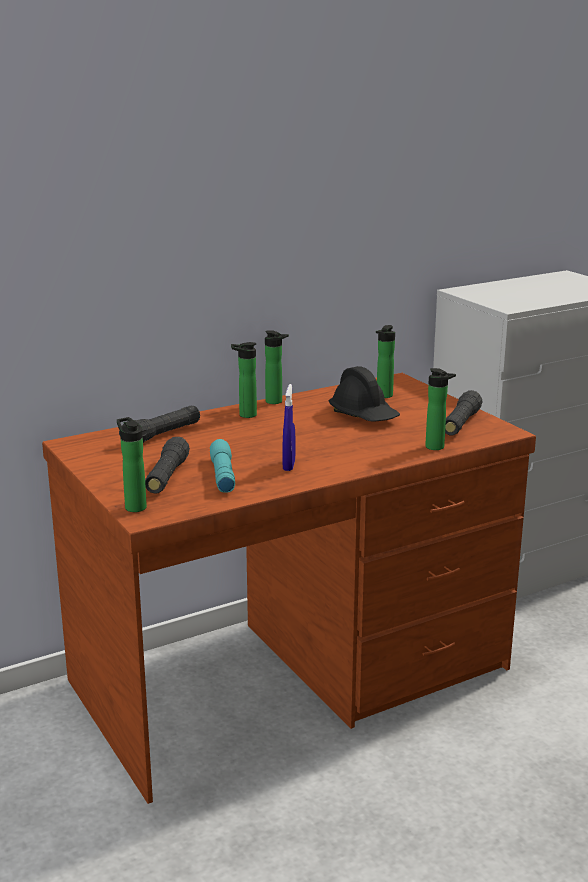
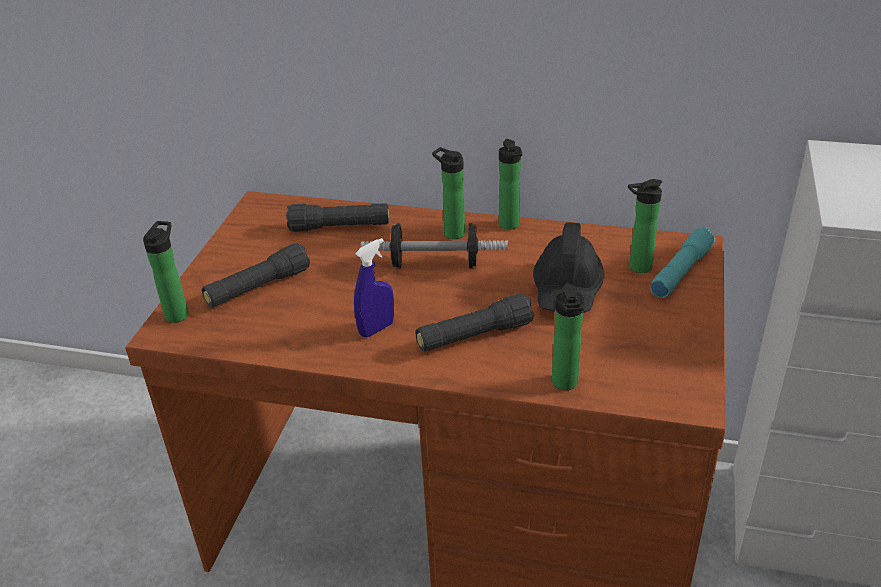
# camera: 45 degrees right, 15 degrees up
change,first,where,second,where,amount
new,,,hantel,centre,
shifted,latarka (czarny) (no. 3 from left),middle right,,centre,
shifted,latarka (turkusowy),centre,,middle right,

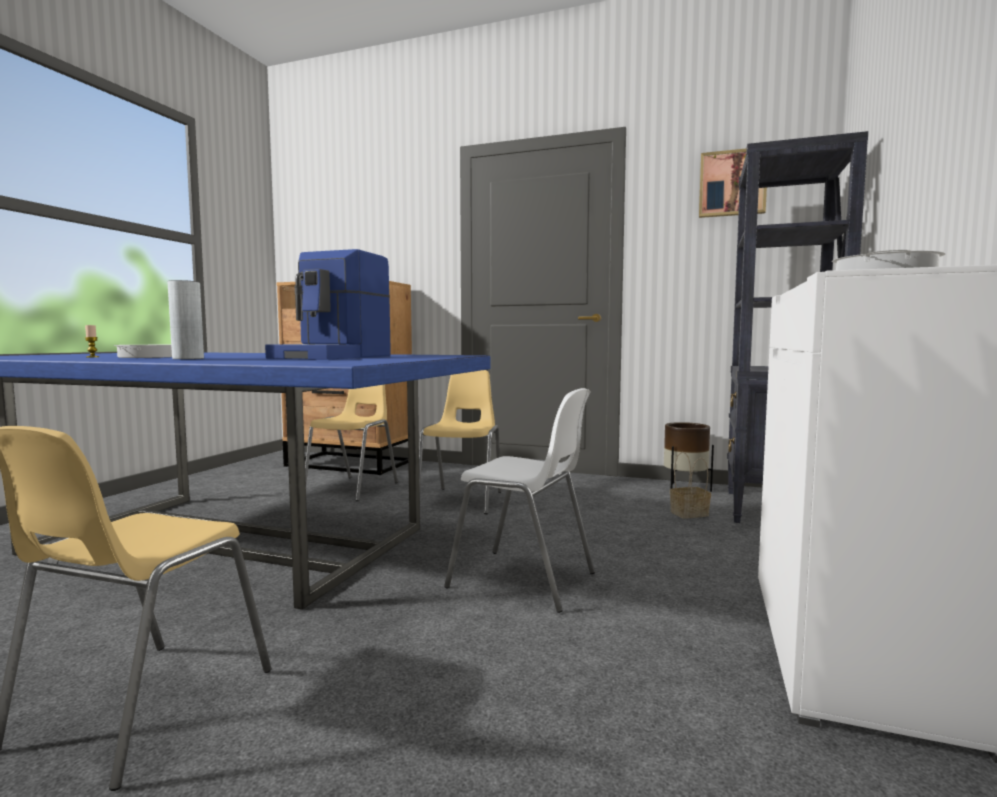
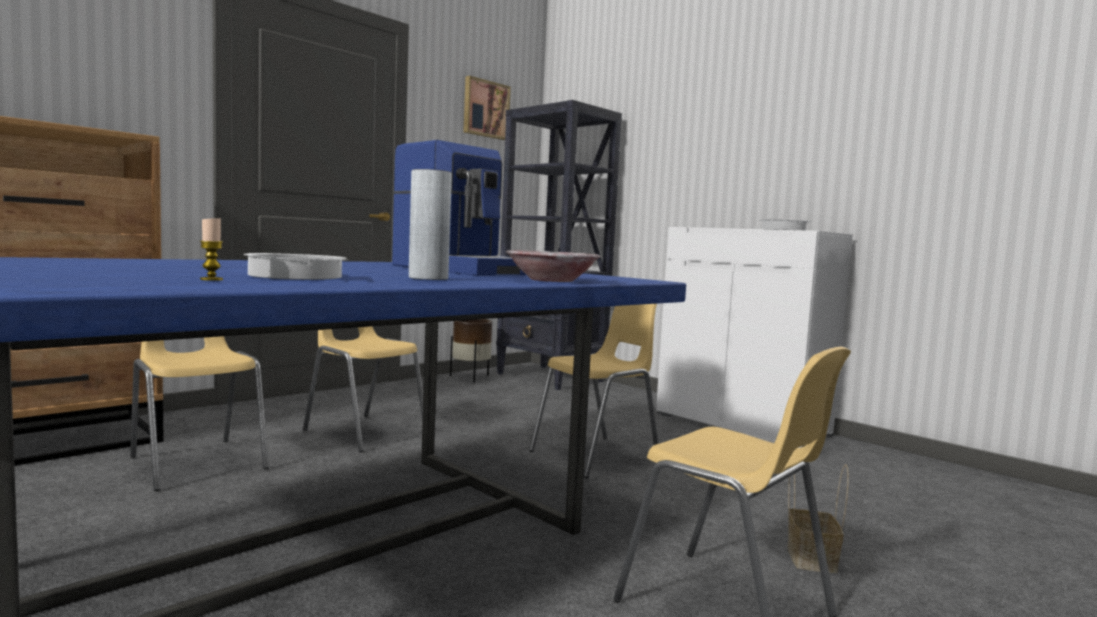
# camera: 65 degrees left, 0 degrees up
change,first,where,second,where,amount
new,,,miska,centre,
repainted,krzesło (biały),centre,krzesło (żółty) (no. 3 from left),centre,
shifted,koszyk,middle right,,bottom right,

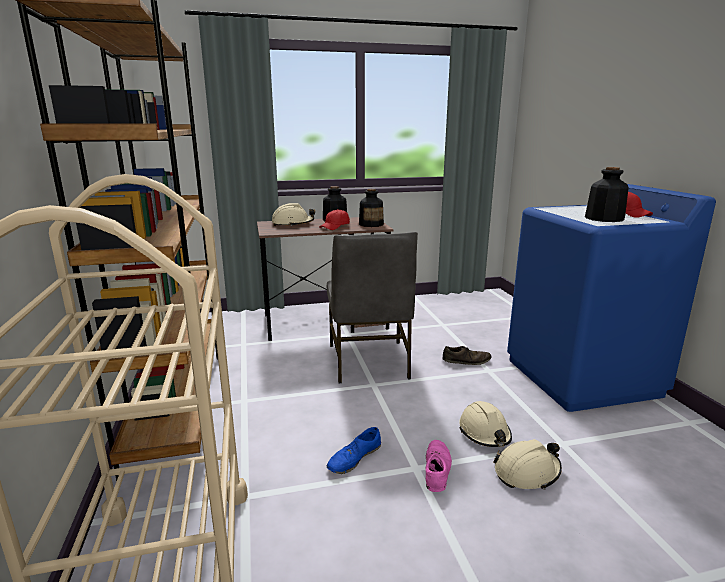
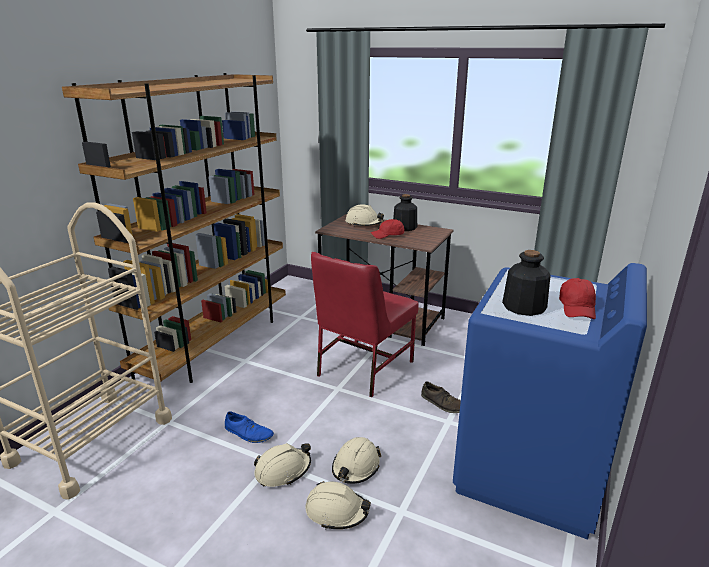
# camera: 40 degrees right, 5 degrees up
change,first,where,second,where,amount
rotated,but (niebieski),bottom centre,,bottom centre,150 degrees counterclockwise
swapped,but (różowy),bottom centre,kask (beżowy) (no. 1 from left),bottom centre,
repainted,krzesło (szary),centre,krzesło (czerwony),centre,
gone,butelka (no. 2 from left),centre,,,

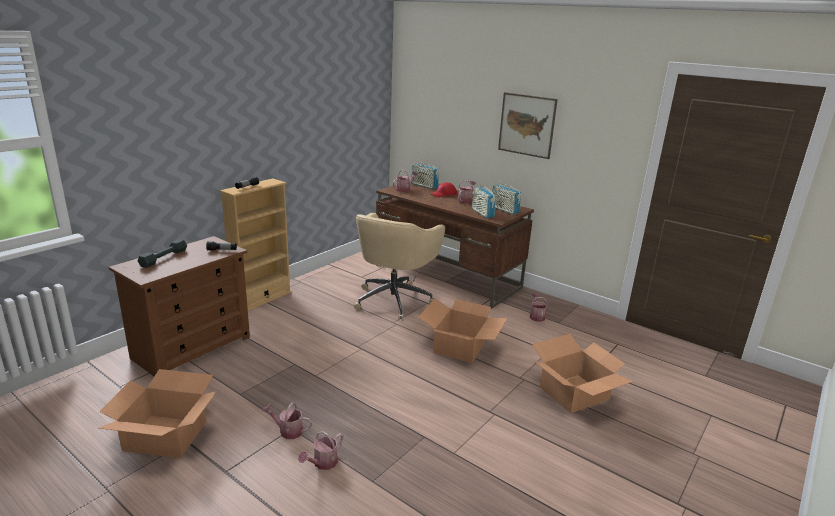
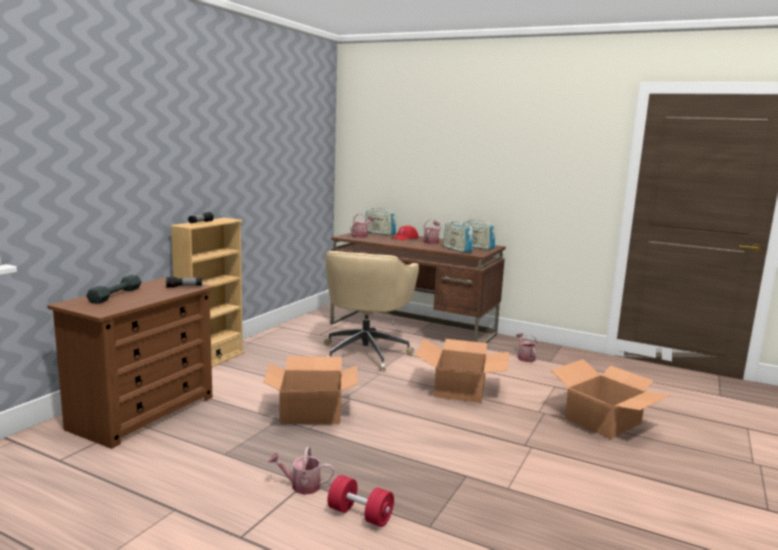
# camera: 10 degrees left, 10 degrees down
change,first,where,second,where,amount
shifted,karton (no. 1 from left),bottom left,,bottom centre,
swapped,konewka (no. 2 from left),bottom centre,hantel (czerwony),bottom centre,
gone,obraz,top centre,,,

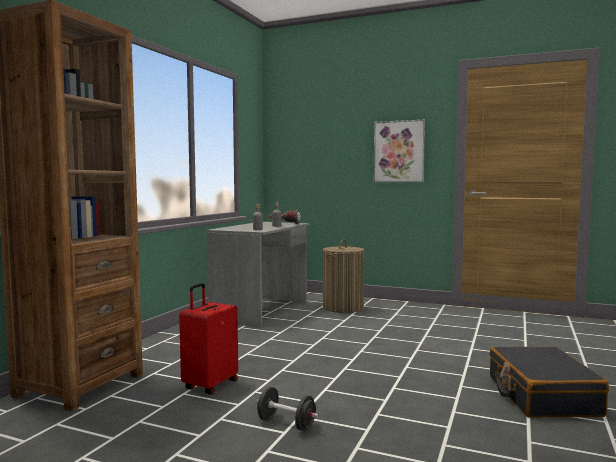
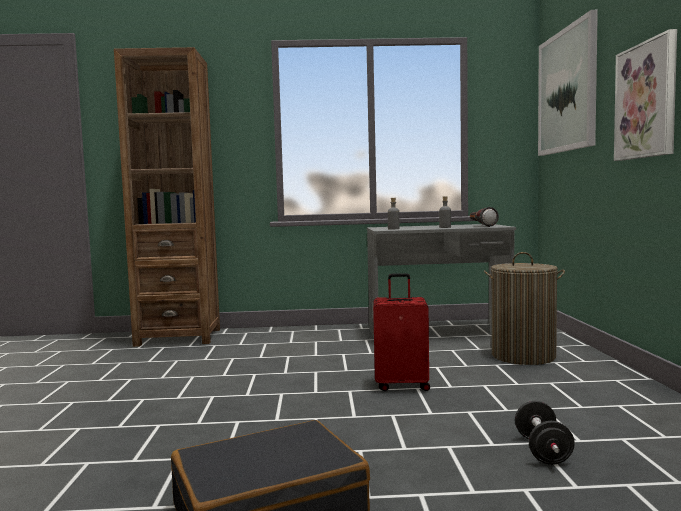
# camera: 65 degrees right, 0 degrees up
change,first,where,second,where,amount
shifted,walizka (czerwony),bottom centre,,centre,
shifted,hantel (czarny),bottom centre,,bottom right,
new,,,obraz (no. 1 from left),top right,

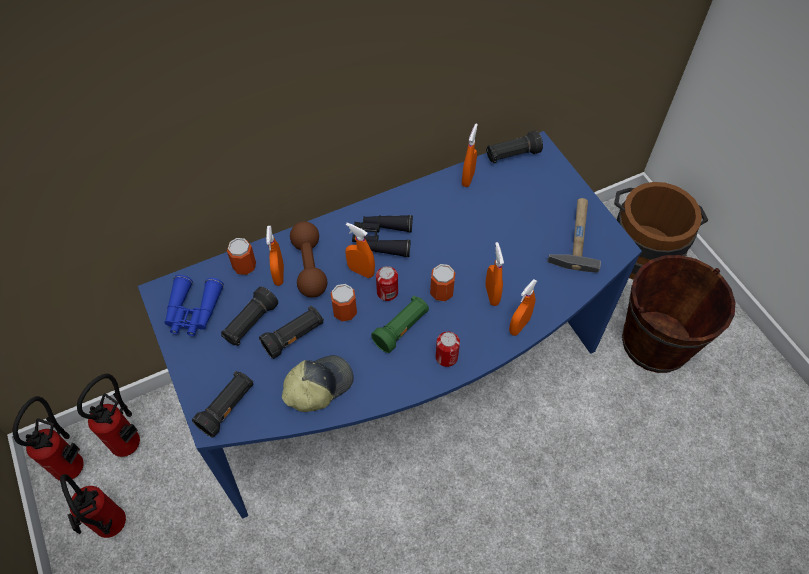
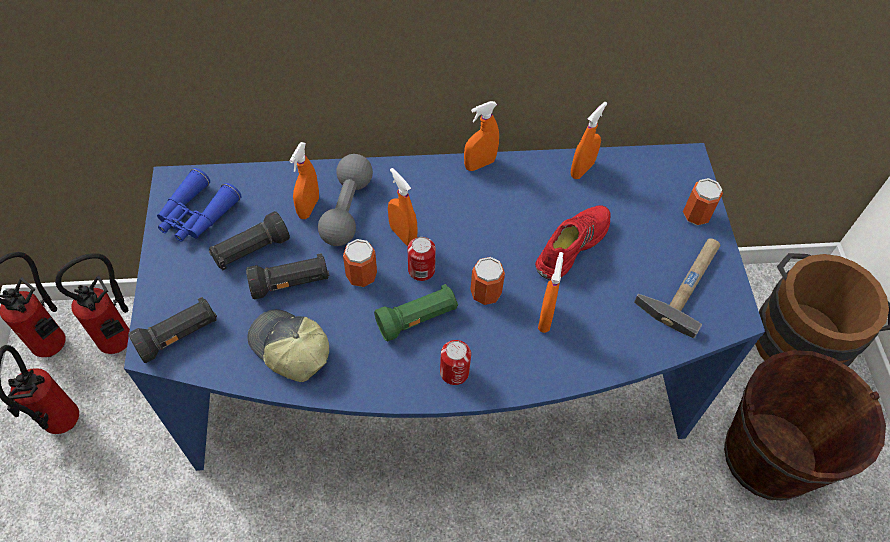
# camera: 20 degrees right, 0 degrees up
change,first,where,second,where,amount
rotated,czapka z daszkiem,bottom centre,,middle left,120 degrees counterclockwise
repainted,hantel (brązowy),centre,hantel (szary),centre,
shifted,spryskiwacz (pomarańczowy) (no. 5 from left in the first image),centre,spryskiwacz (pomarańczowy) (no. 3 from left),top centre,
new,,,but (czerwony),centre,
shifted,puszka (no. 1 from left in the first image),middle left,puszka (no. 5 from left),middle right,
gone,lornetka (czarny),centre,,,
gone,latarka (czarny) (no. 4 from left),top centre,,,

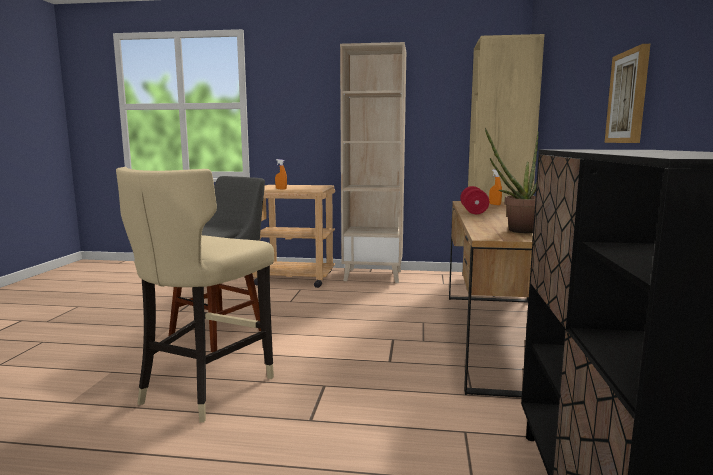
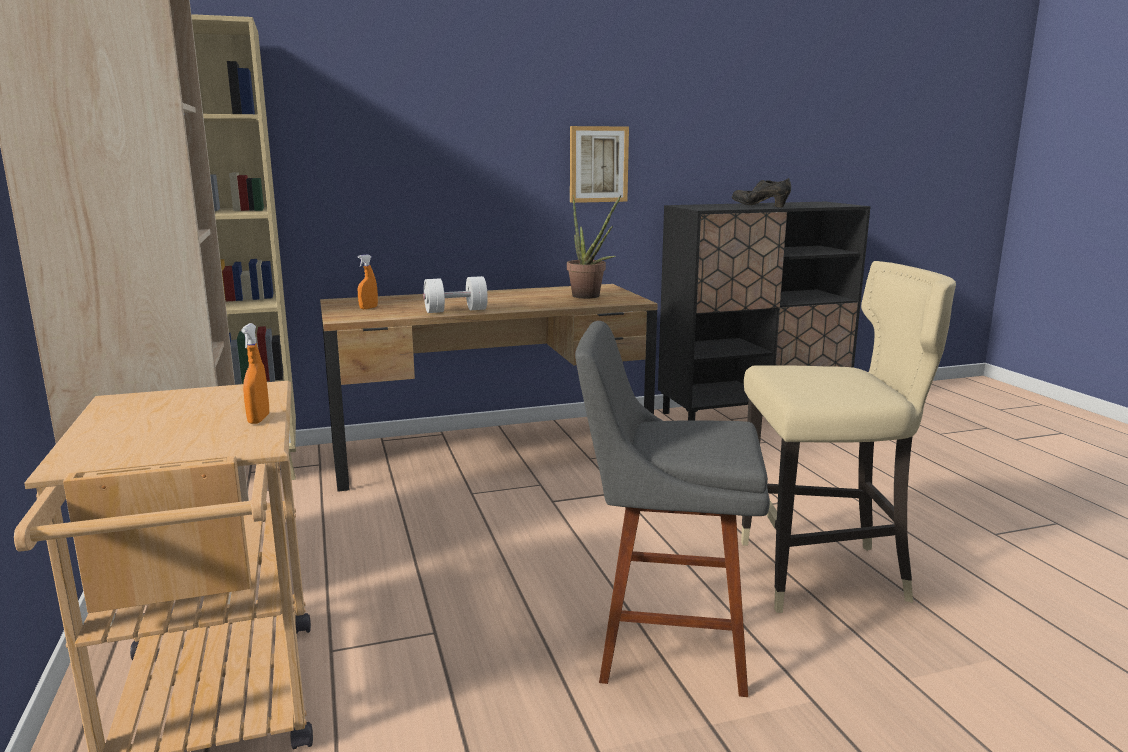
# camera: 115 degrees left, 5 degrees up
change,first,where,second,where,amount
repainted,hantel (czerwony),centre,hantel (biały),centre,
new,,,but (czarny),top right,

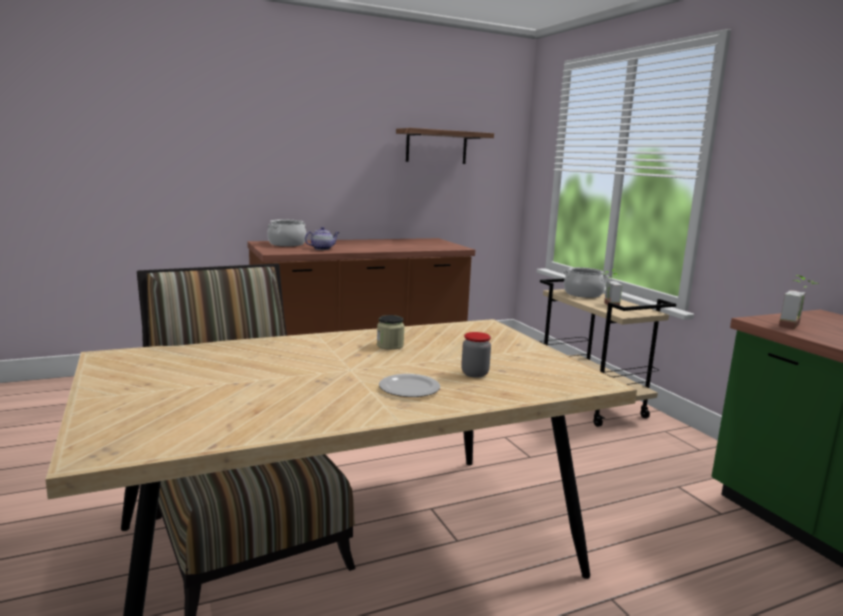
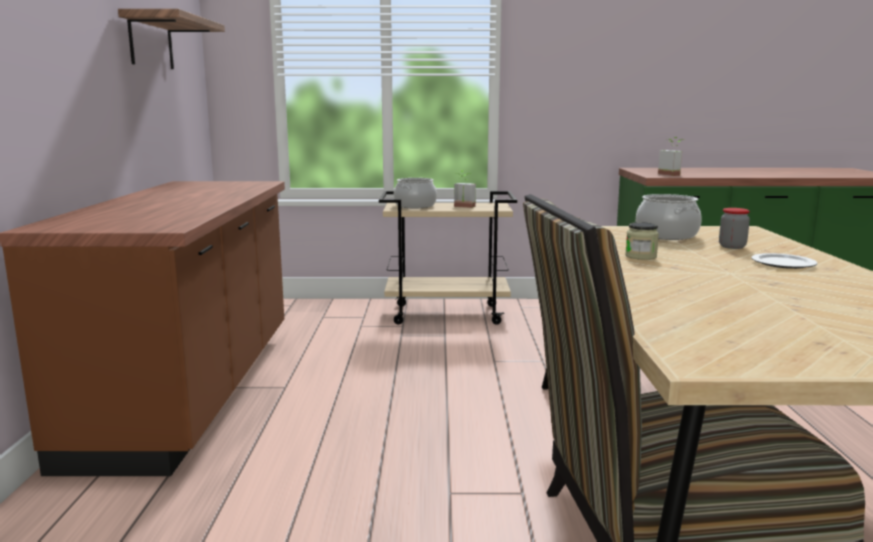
# camera: 65 degrees left, 0 degrees up
change,first,where,second,where,amount
shifted,garnek (no. 1 from left in the first image),centre,garnek (no. 2 from left),middle right,
gone,imbryk,centre,,,

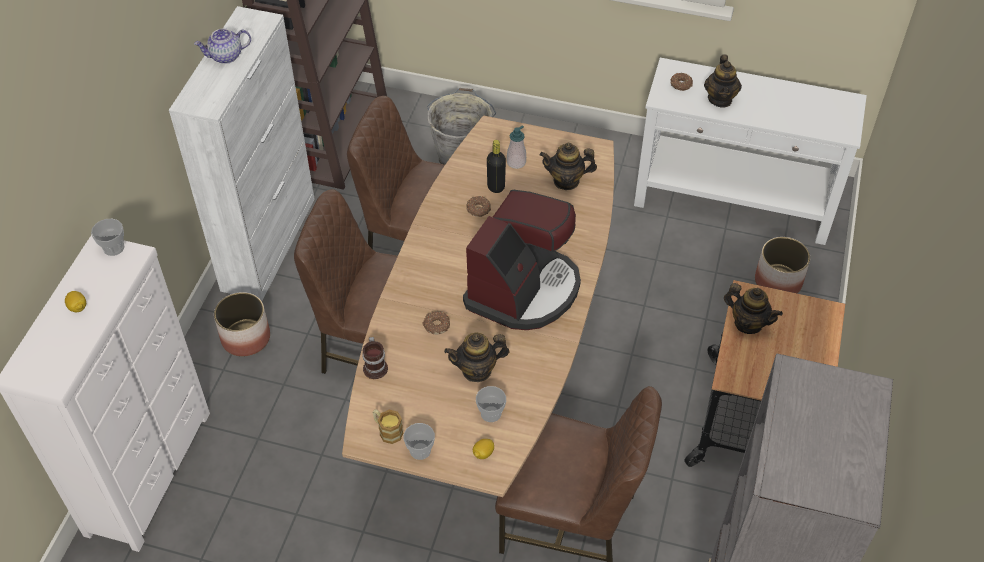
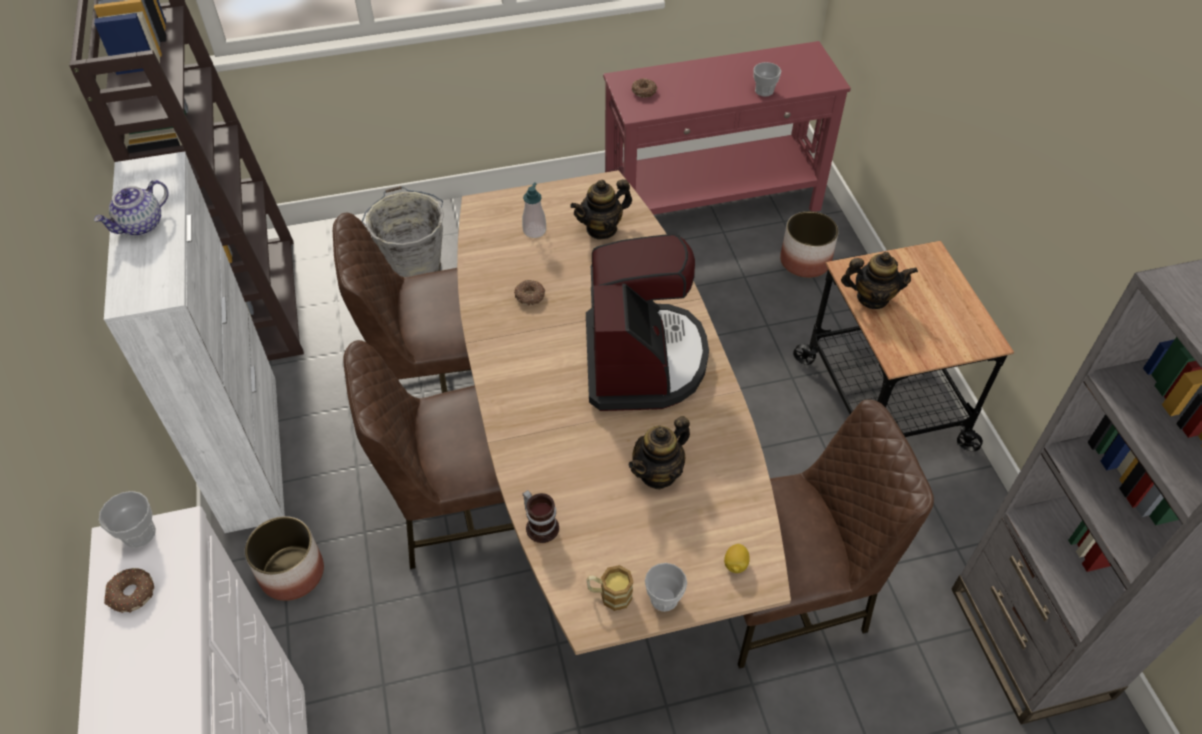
# camera: 30 degrees left, 0 degrees up
change,first,where,second,where,amount
shifted,donut (no. 1 from left),centre,,bottom left,
repainted,stolik konsolowy (biały),top right,stolik konsolowy (czerwony),top centre,
shifted,filiżanka (no. 3 from left),bottom centre,,top centre,
gone,cytryna (no. 1 from left),middle left,,,
gone,butelka (czarny),top centre,,,
gone,imbryk (no. 4 from left),top right,,,

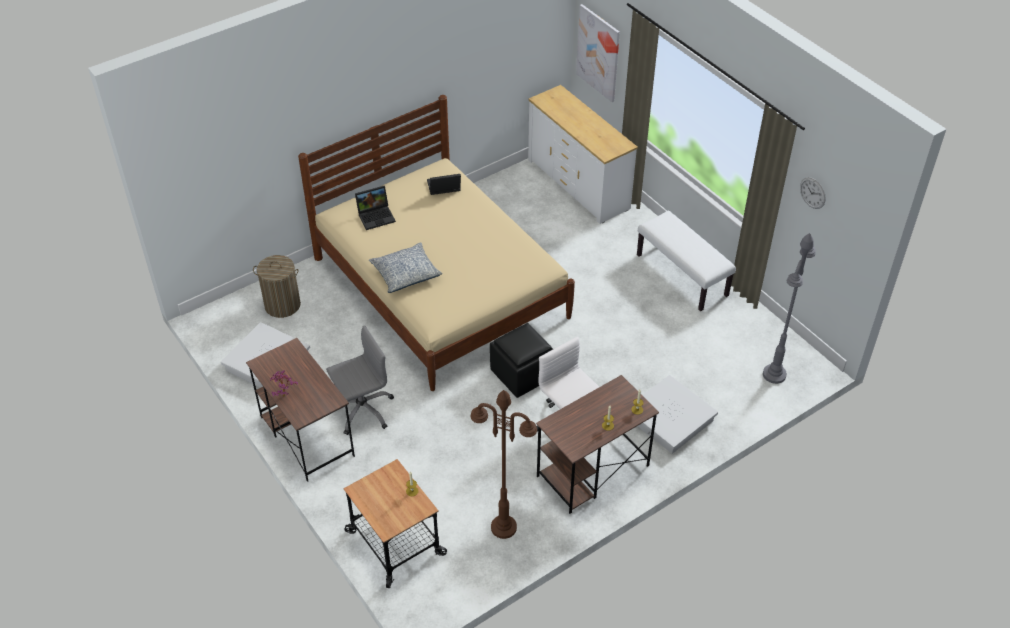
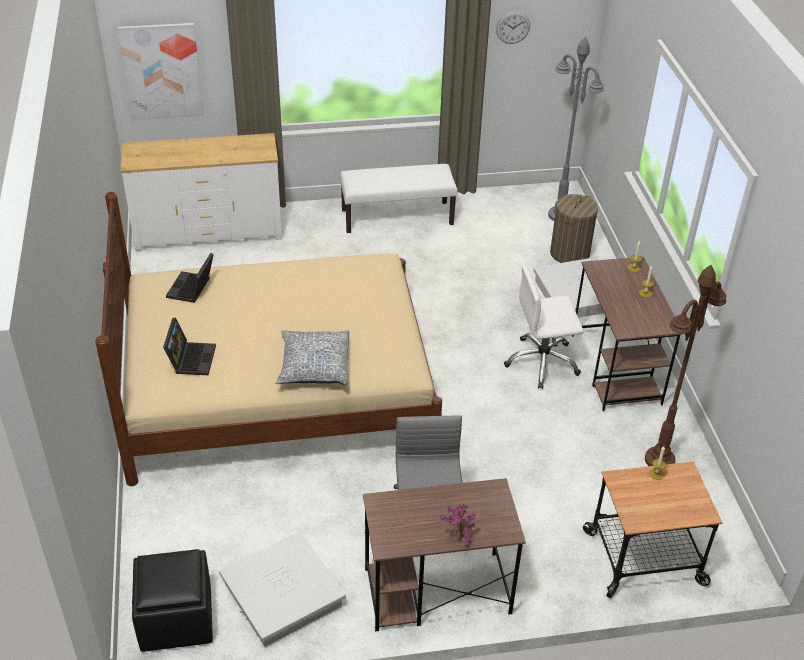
# camera: 65 degrees left, 5 degrees down
change,first,where,second,where,amount
shifted,pufa (czarny),centre,,bottom left,
shifted,kosz na pranie,middle left,,middle right,

